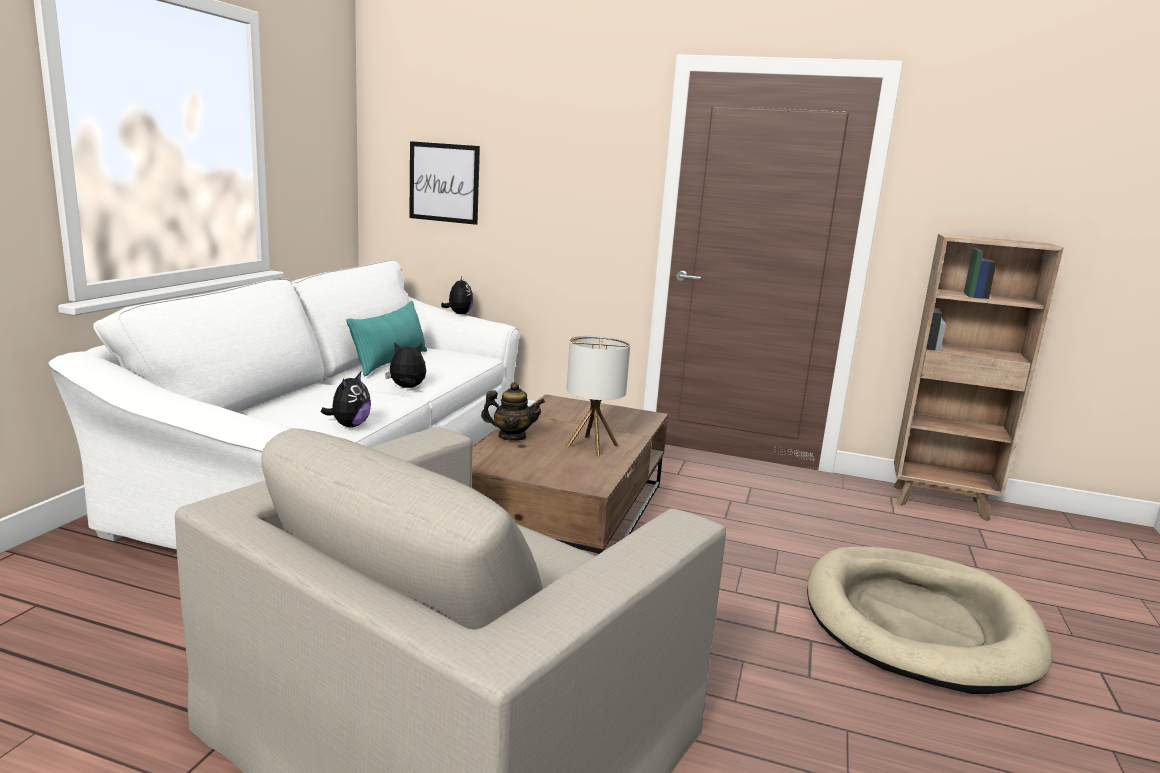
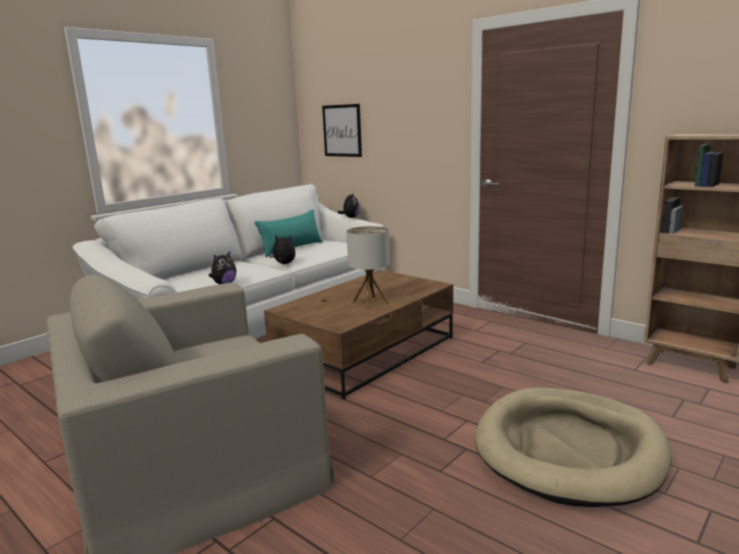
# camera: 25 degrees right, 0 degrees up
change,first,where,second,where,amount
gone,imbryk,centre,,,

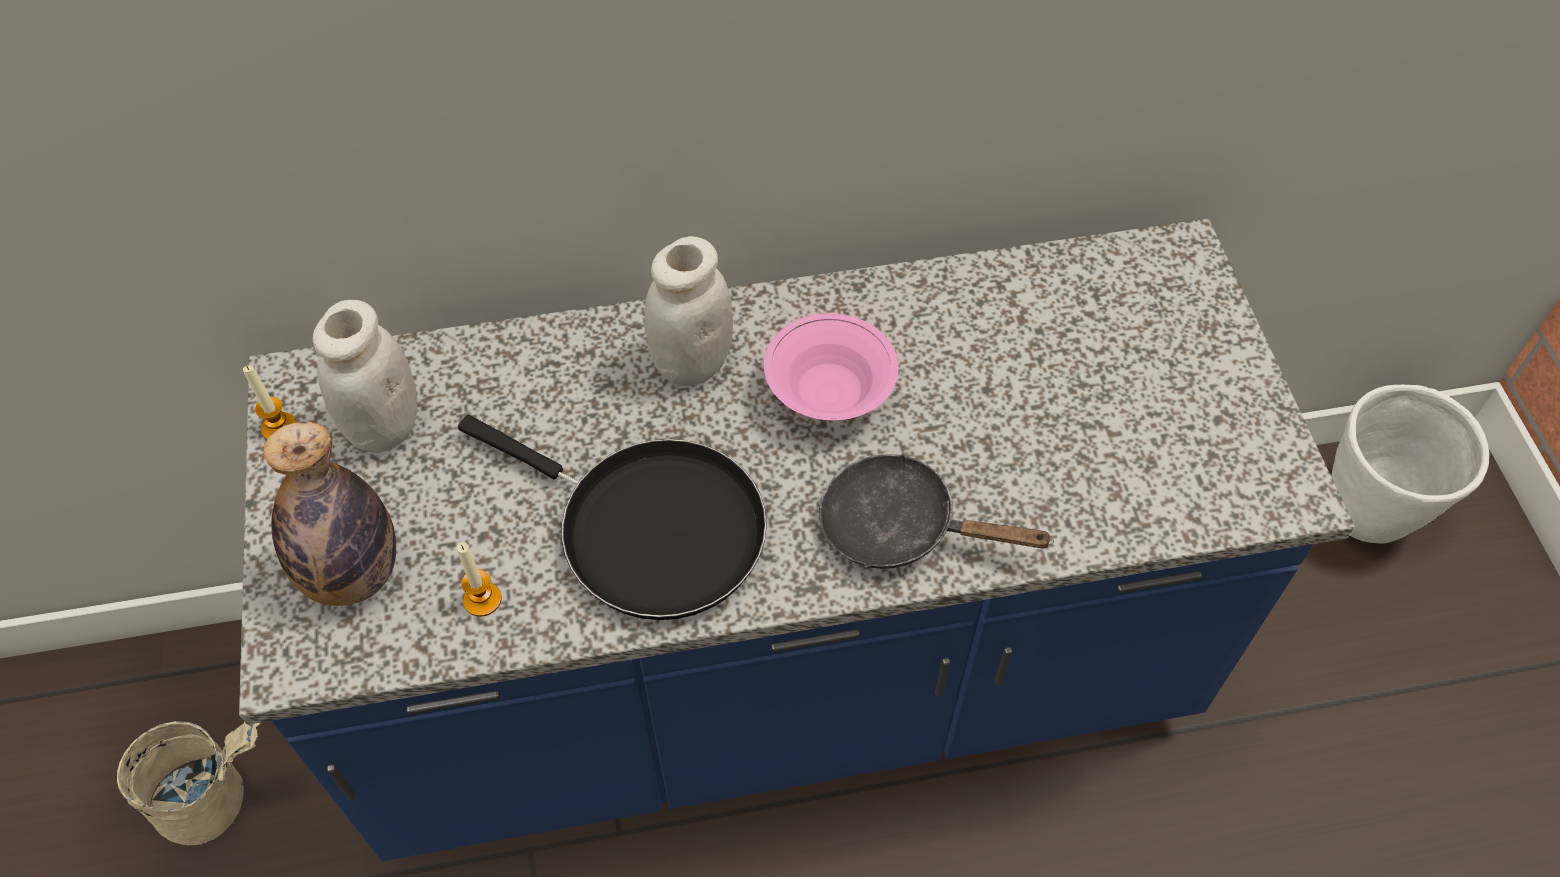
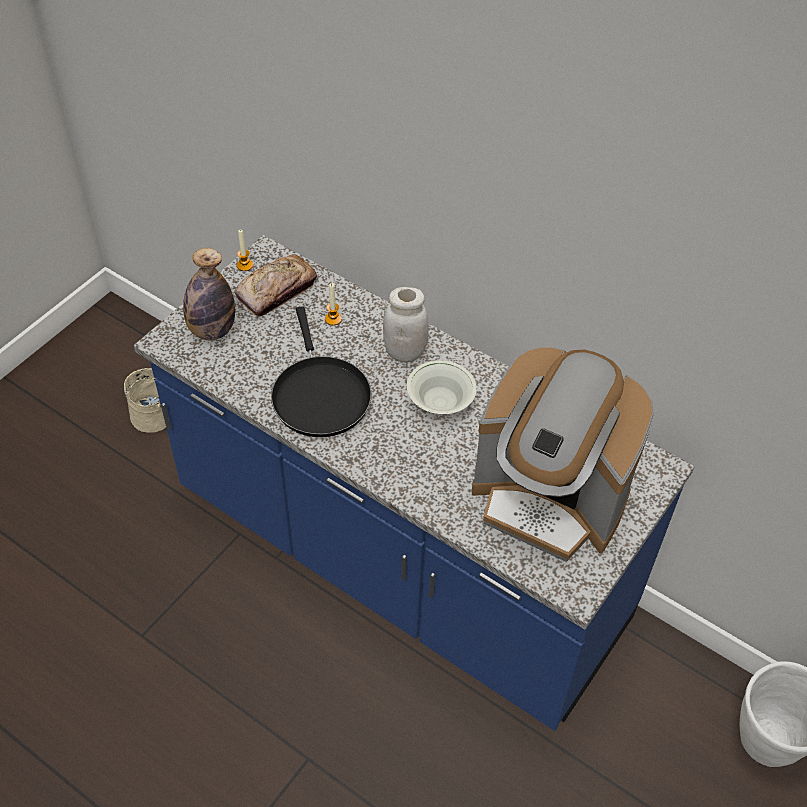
# camera: 45 degrees right, 5 degrees down
change,first,where,second,where,amount
swapped,słoik (biały) (no. 1 from left),middle left,chleb,centre,
shifted,świeca (no. 2 from left),middle left,,centre,
repainted,miska (różowy),centre,miska (biały),centre,
new,,,ekspres do kawy,middle right,
gone,patelnia (czarny) (no. 2 from left),centre,,,

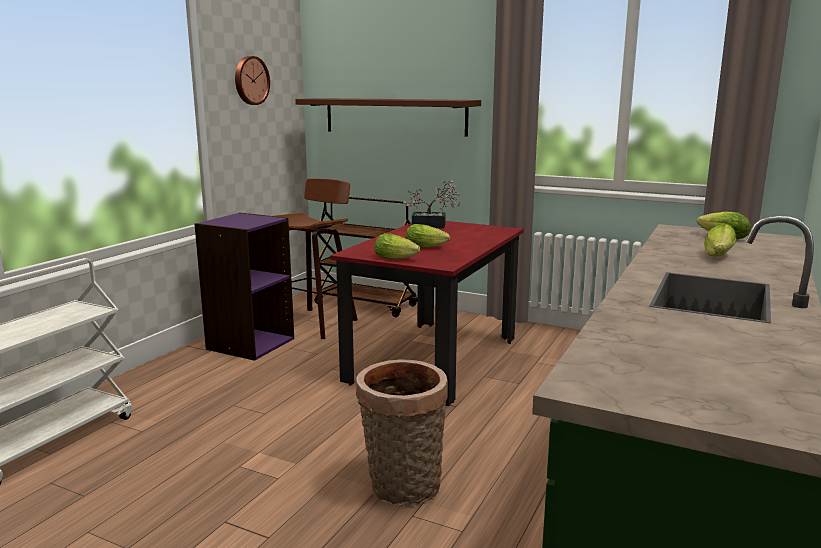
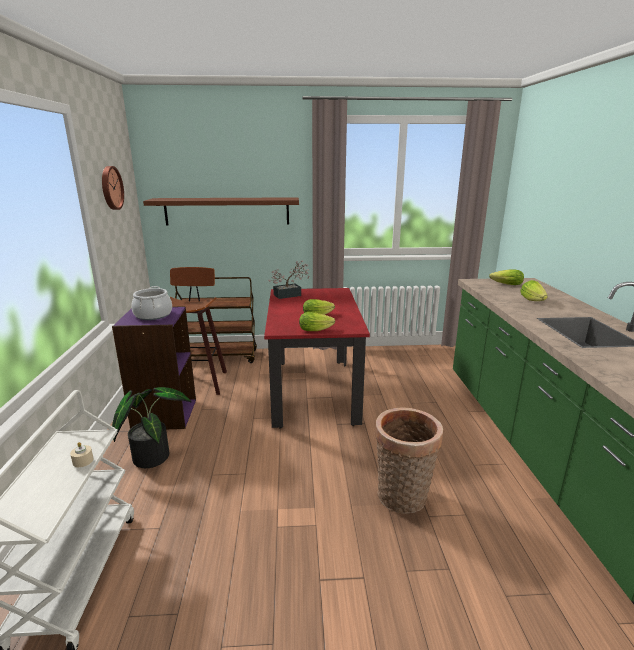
# camera: 30 degrees left, 5 degrees up
change,first,where,second,where,amount
new,,,świeca (beżowy),bottom left,
new,,,roślina doniczkowa (no. 1 from left),middle left,
new,,,garnek,middle left,

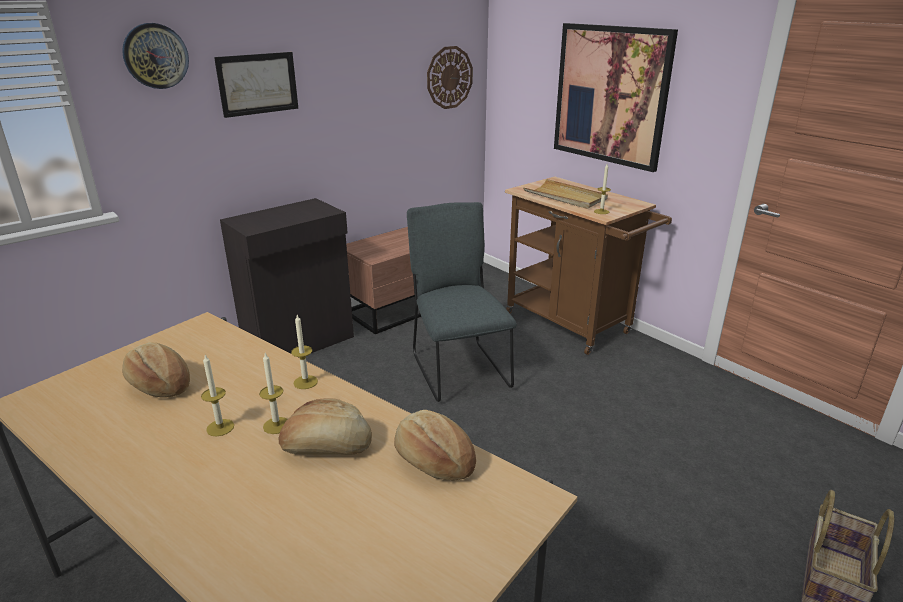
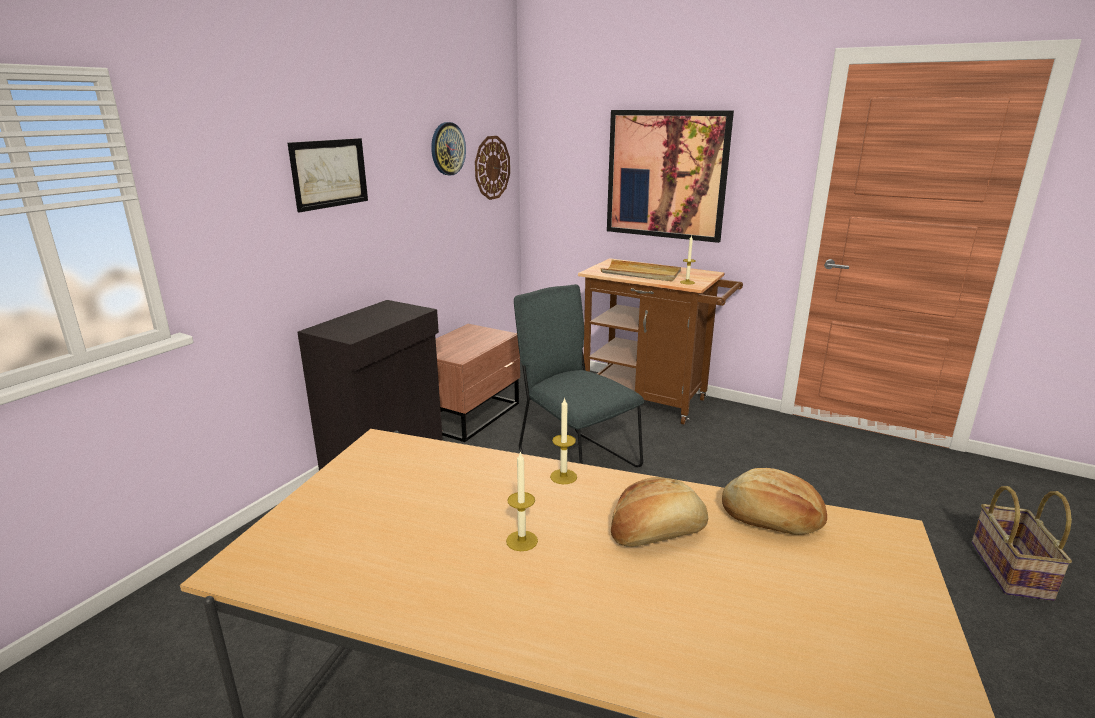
# camera: 20 degrees left, 5 degrees down
change,first,where,second,where,amount
shifted,zegar ścienny (no. 1 from left),top left,,top centre,
gone,chleb (no. 1 from left),middle left,,,
gone,świeca (no. 2 from left),middle left,,,

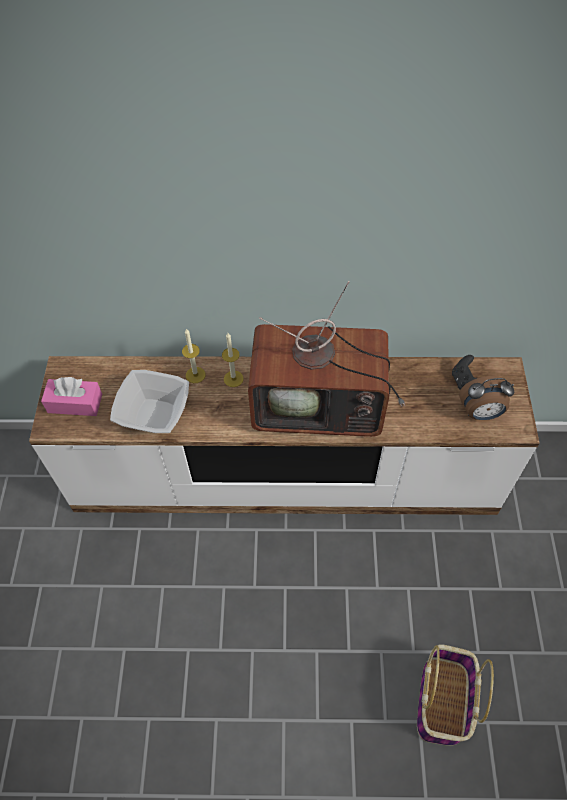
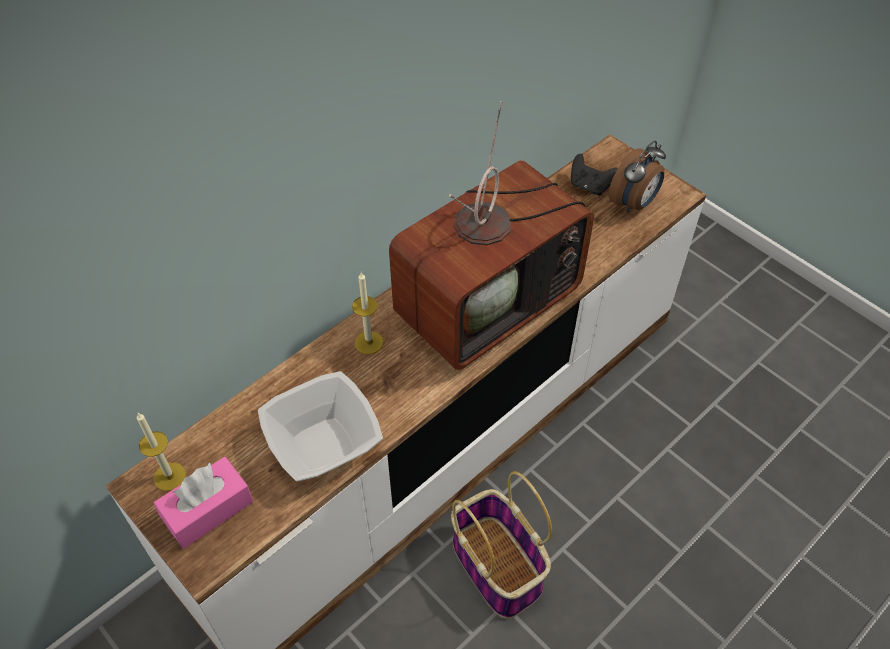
# camera: 45 degrees left, 5 degrees down
change,first,where,second,where,amount
shifted,świeca (no. 1 from left),centre,,bottom left,
shifted,koszyk,bottom right,,bottom centre,

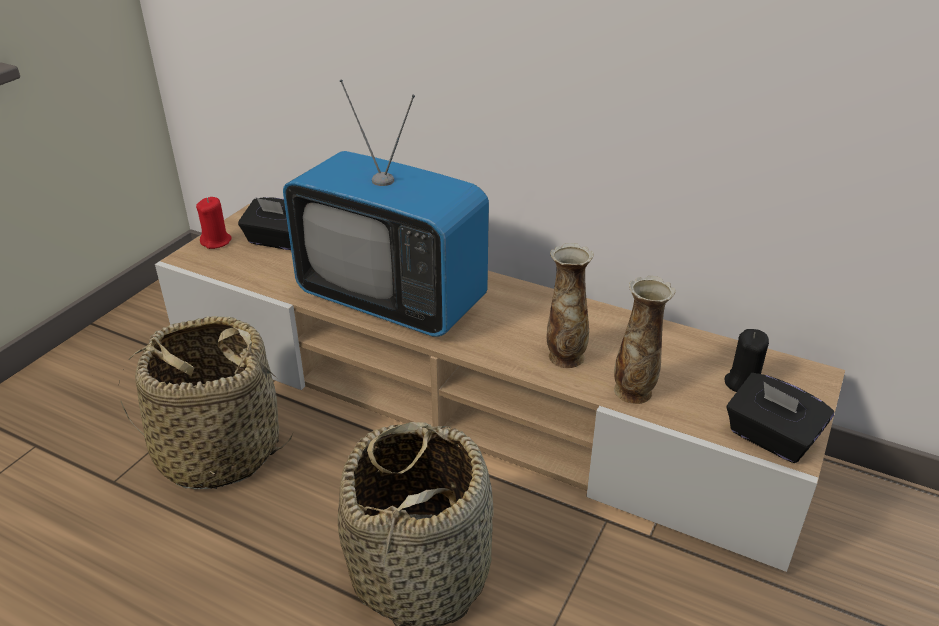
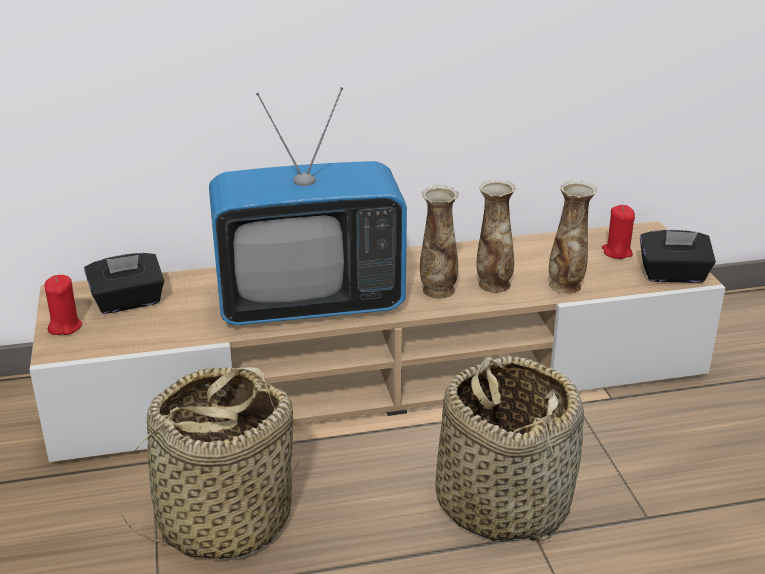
# camera: 40 degrees left, 5 degrees down
change,first,where,second,where,amount
new,,,wazon (no. 1 from left),centre,
repainted,świeca (czarny),middle right,świeca (czerwony) (no. 2 from left),middle right,

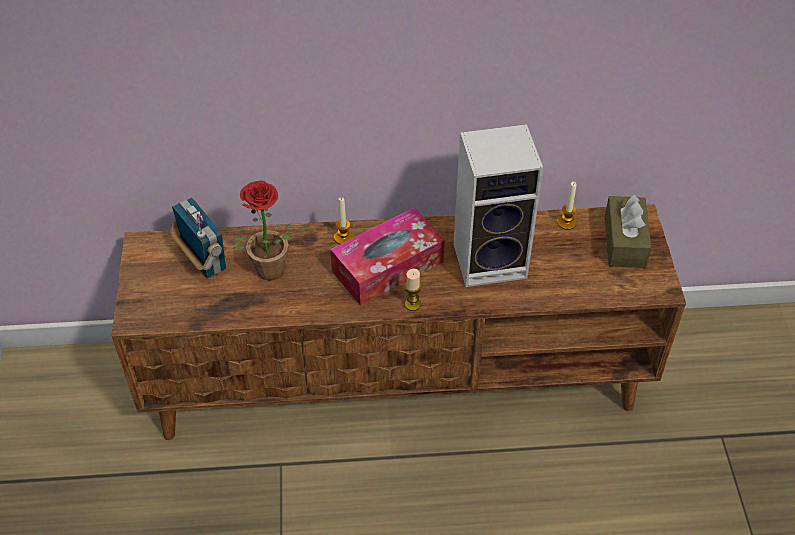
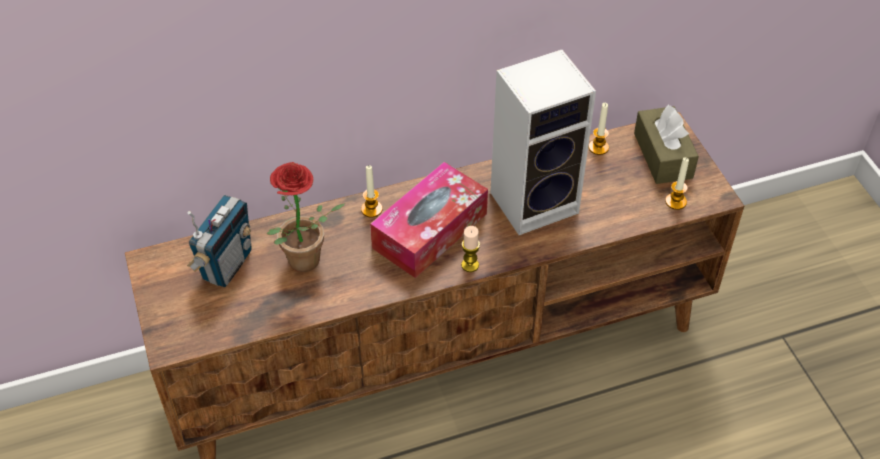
# camera: 15 degrees left, 0 degrees up
change,first,where,second,where,amount
rotated,radio,middle left,,middle left,75 degrees clockwise
new,,,świeca (no. 4 from left),middle right,

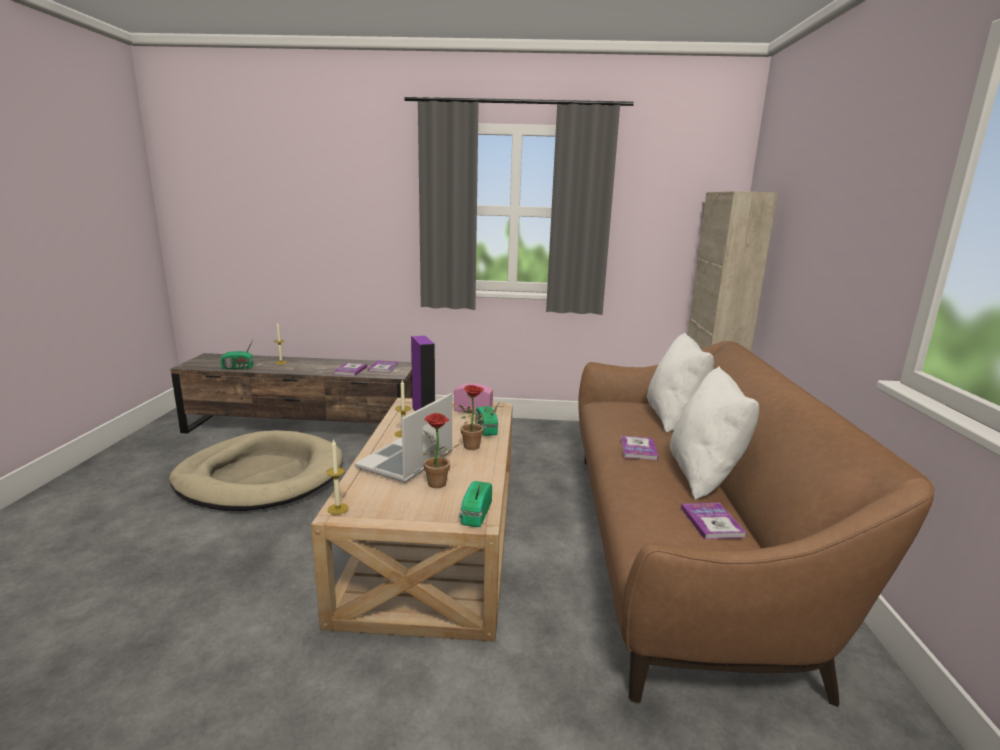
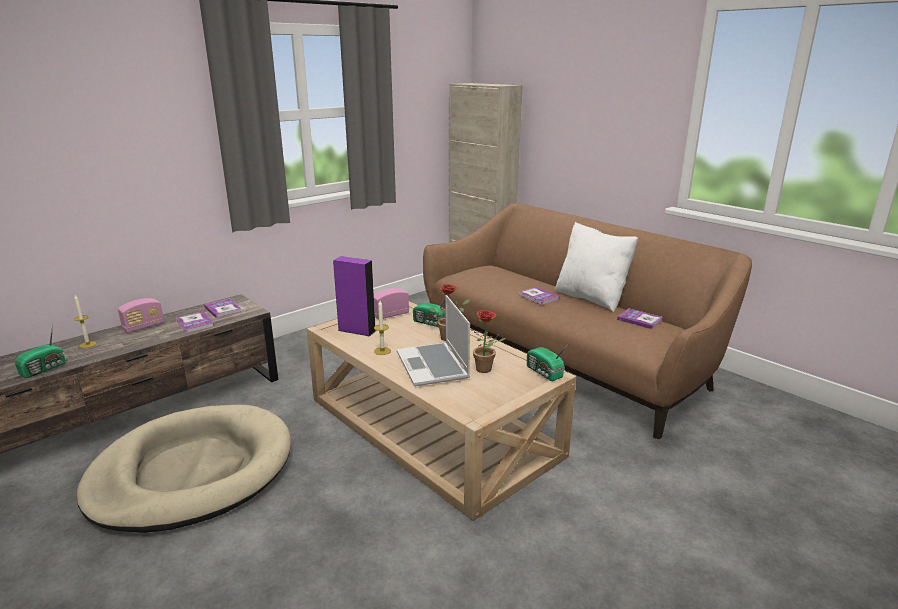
# camera: 45 degrees left, 5 degrees up
change,first,where,second,where,amount
new,,,radio (no. 2 from left),middle left,
gone,świeca (no. 2 from left),centre,,,
gone,poduszka (biały) (no. 1 from left),middle right,,,

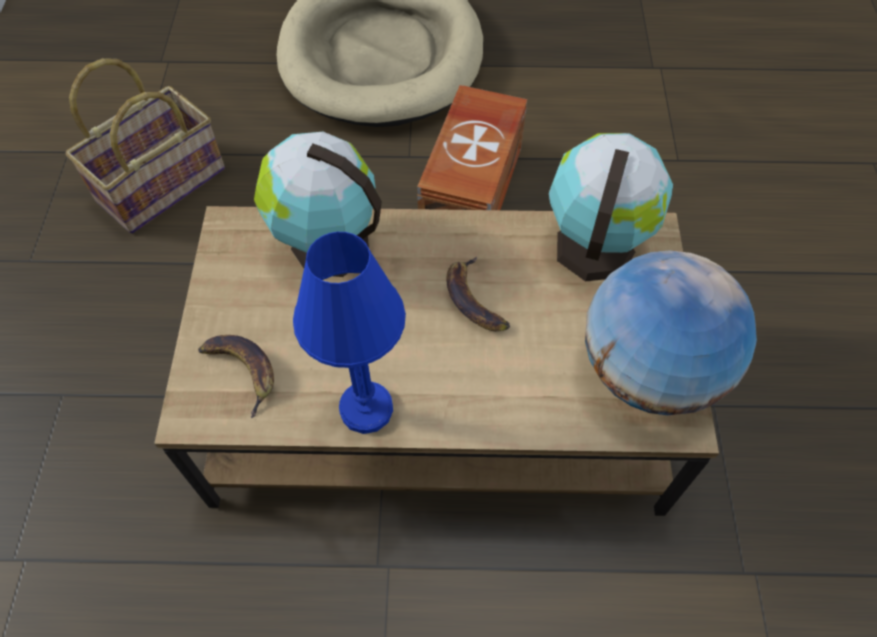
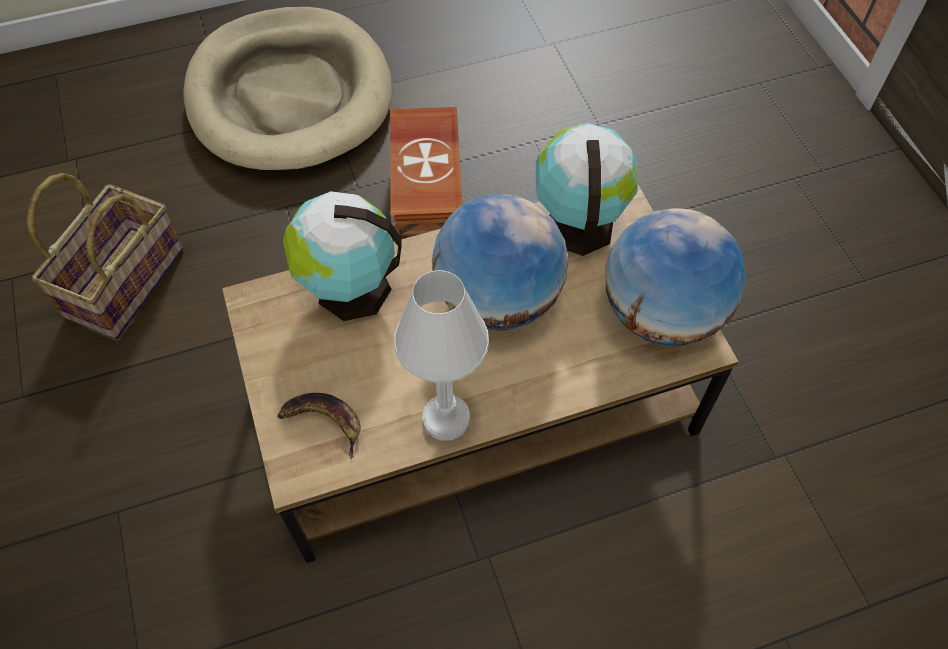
# camera: 20 degrees left, 0 degrees up
change,first,where,second,where,amount
repainted,lampa stołowa (niebieski),centre,lampa stołowa (biały),centre,
swapped,banan (no. 2 from left),centre,globus (no. 2 from left),centre,

